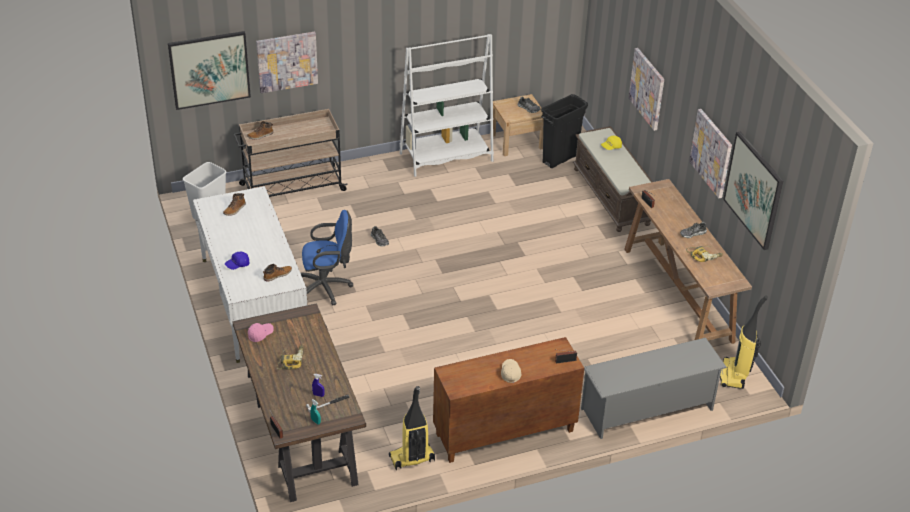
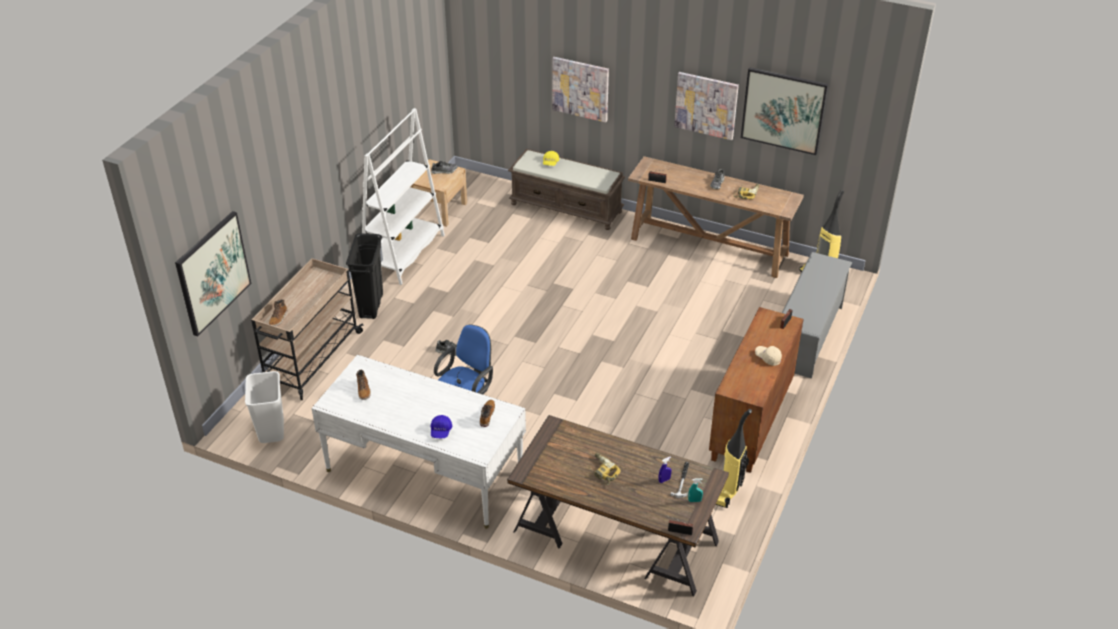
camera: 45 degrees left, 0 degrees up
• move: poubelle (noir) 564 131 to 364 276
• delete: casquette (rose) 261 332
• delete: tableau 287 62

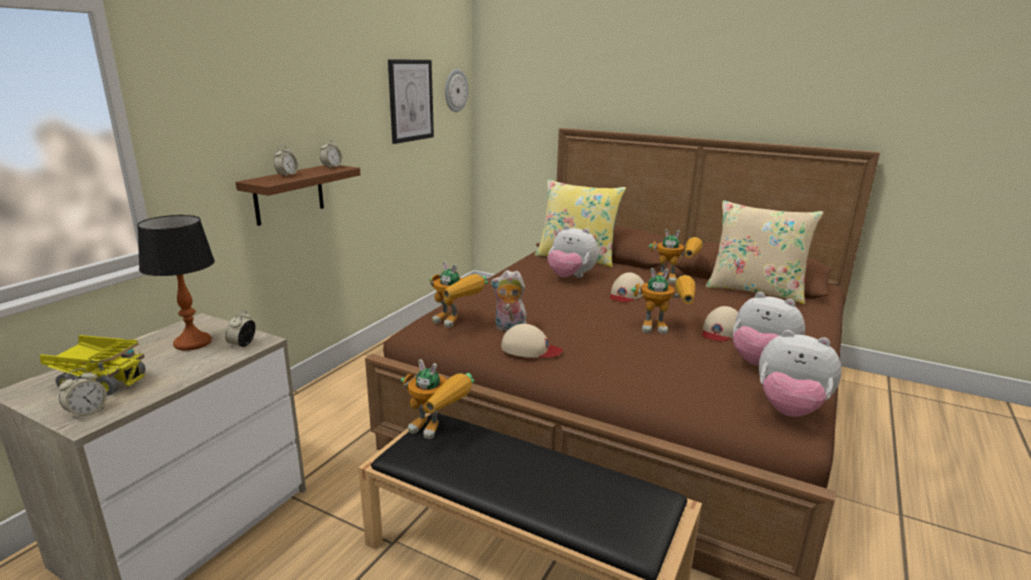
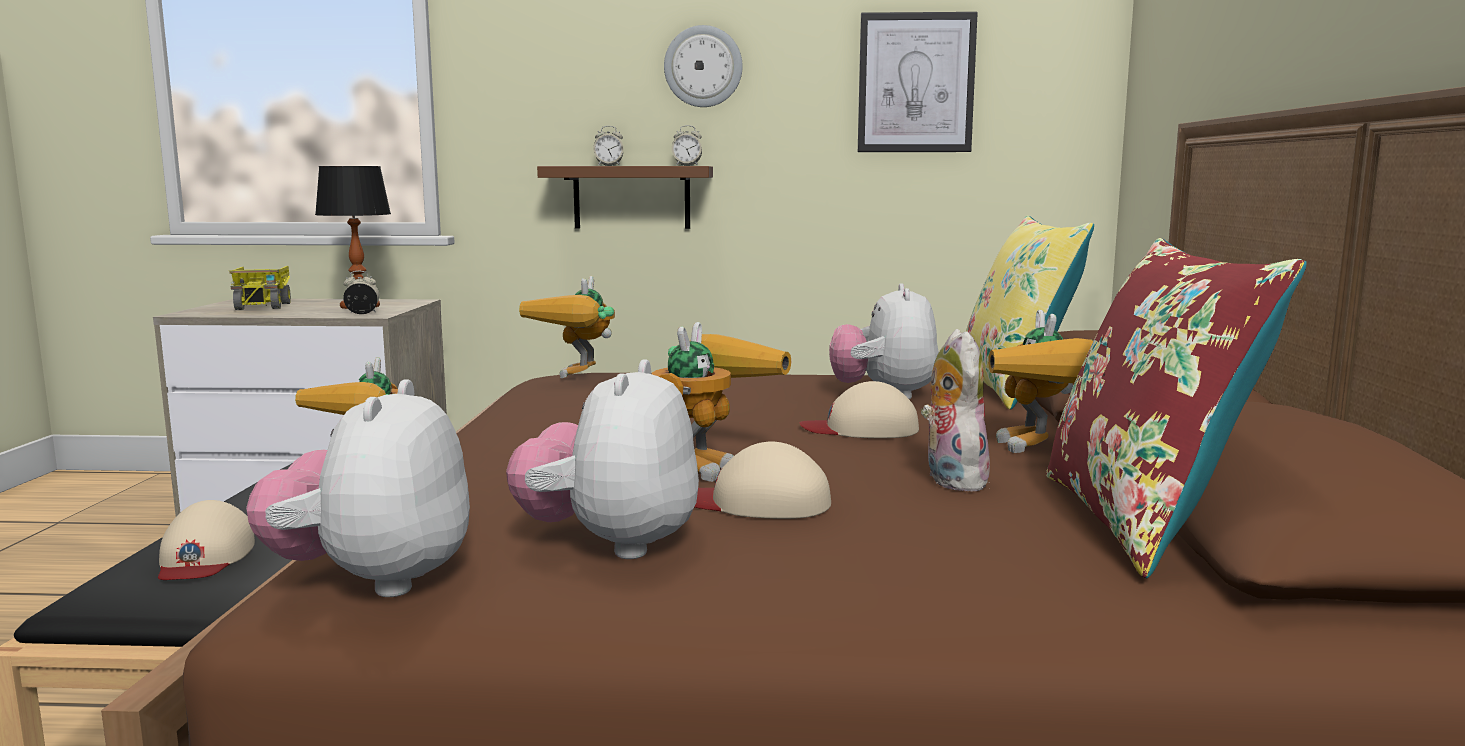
camera: 65 degrees right, 10 degrees down
• move: casquette (beige) 532 341 to 206 540
• rotate: robot jouet 663 301 = 721 402 135 degrees counterclockwise
• move: horloge murale 456 90 to 703 66
• move: peluche 509 301 to 955 410
• recolor: coussin (beige) 764 252 to coussin (rouge) 1176 408
• delete: réveil 83 394

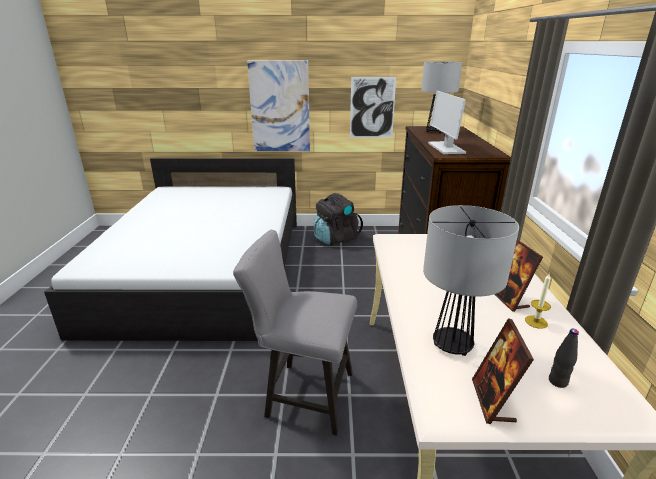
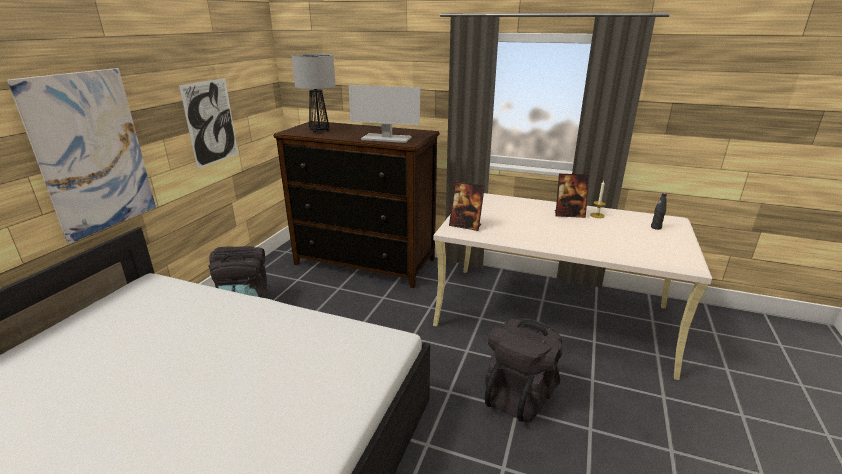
camera: 70 degrees left, 0 degrees up
• move: cadre photo 503 371 to 467 206
• replace: chaise (gris) 295 333 to sac à dos (noir) 524 370
• delete: lampe de table 471 280

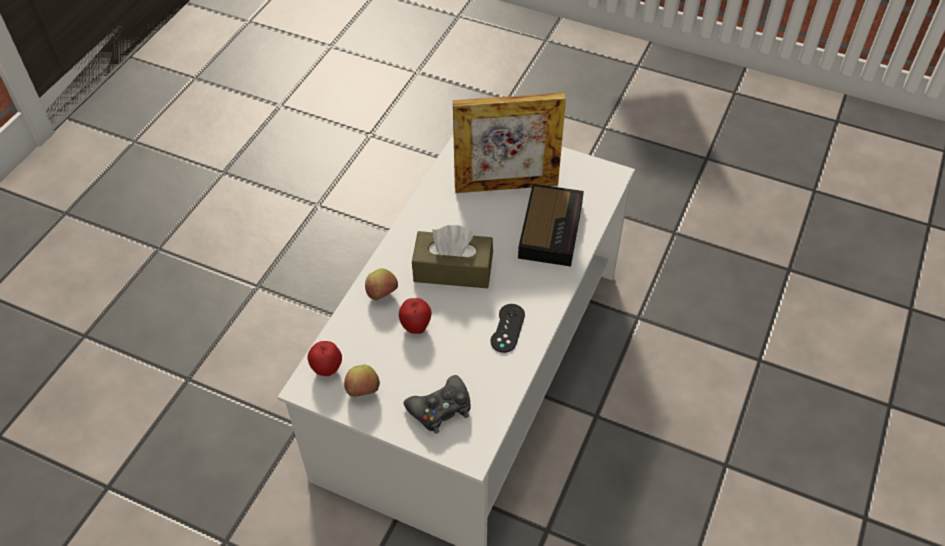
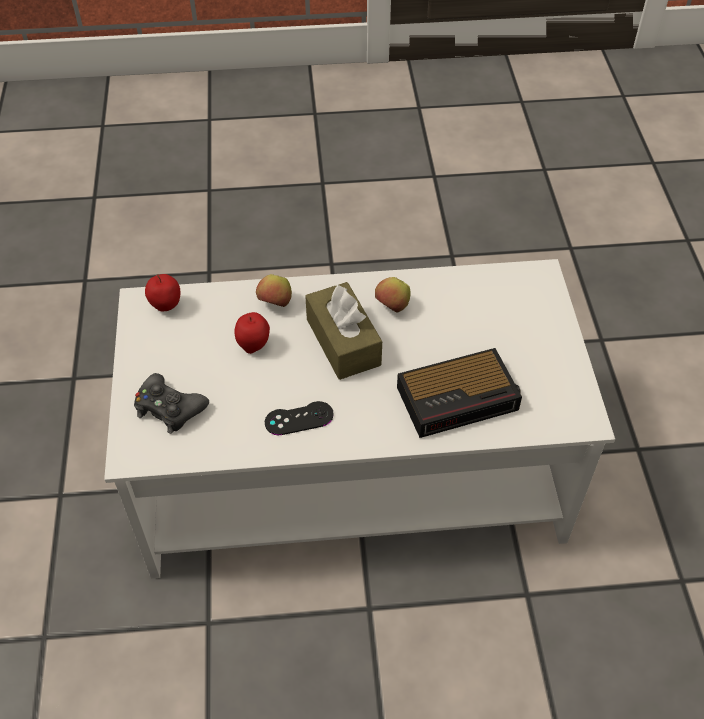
camera: 60 degrees right, 0 degrees up
• move: pomme 362 380 to 393 295
• delete: cadre photo 509 143

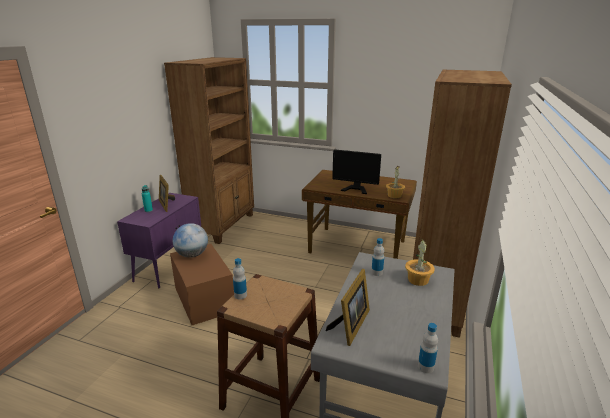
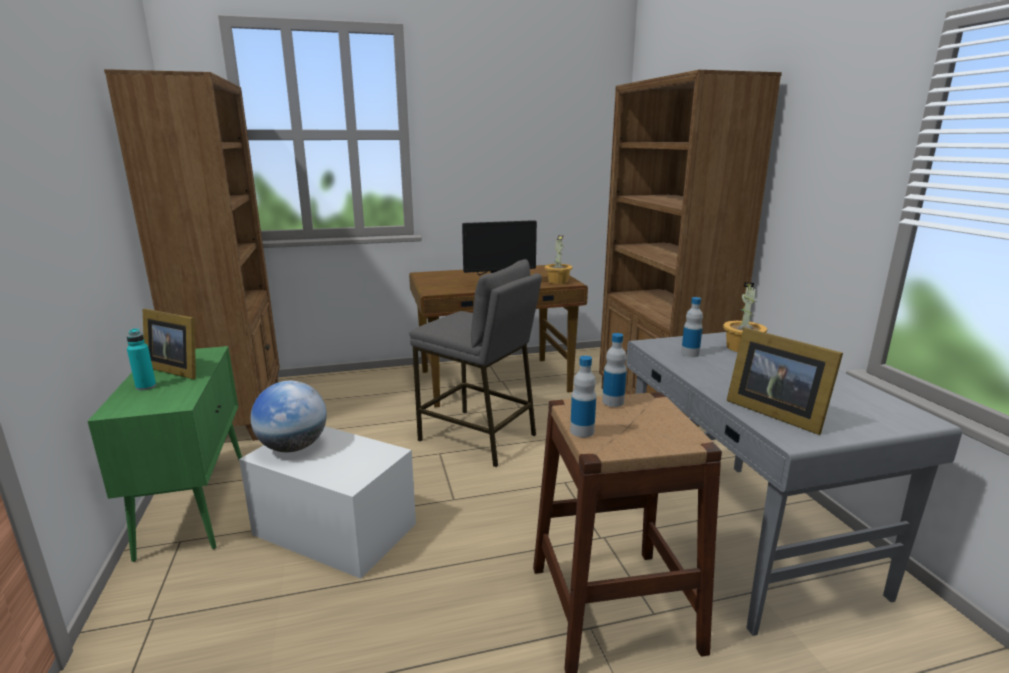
camera: 35 degrees left, 5 degrees down
• recolor: meuble de rangement (violet) 159 241 to meuble de rangement (vert) 165 454
• recolor: boîte de rangement (marron) 202 284 to boîte de rangement (blanc) 327 502
• insert: tabouret (gris) 476 363
• move: bouteille 428 348 to 614 370
• rotate: cadre photo 348 307 = 784 381 150 degrees clockwise

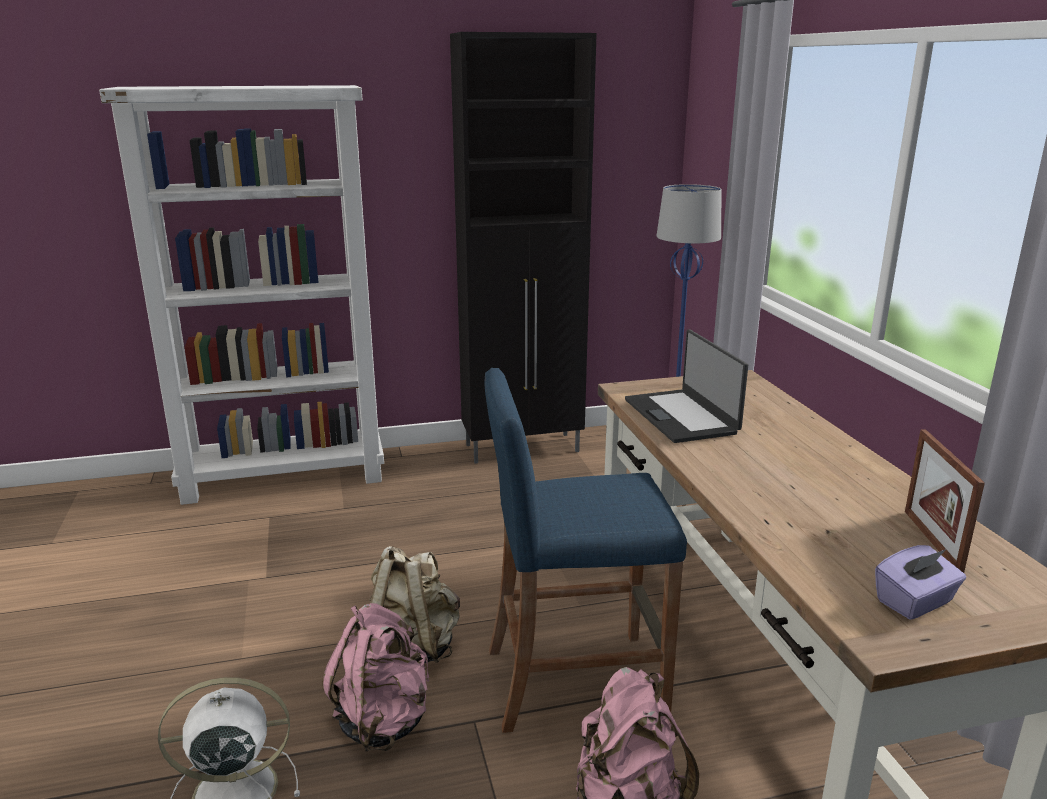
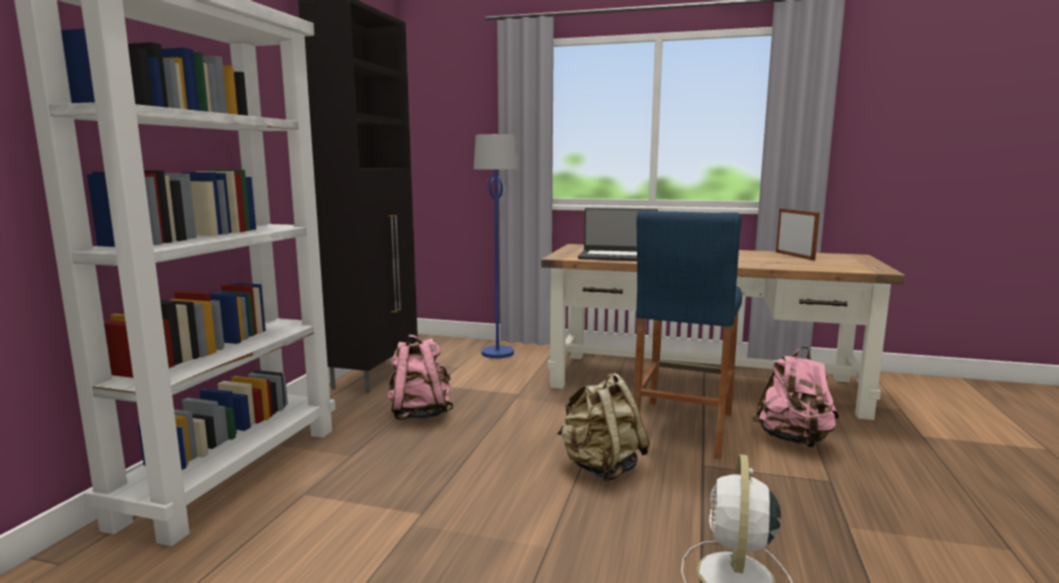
camera: 60 degrees left, 10 degrees down
• move: sac à dos (rose) 375 677 to 420 377
• rotate: cadre photo 945 501 = 798 234 135 degrees counterclockwise
• delete: boîte à mouchoirs (violet) 920 582

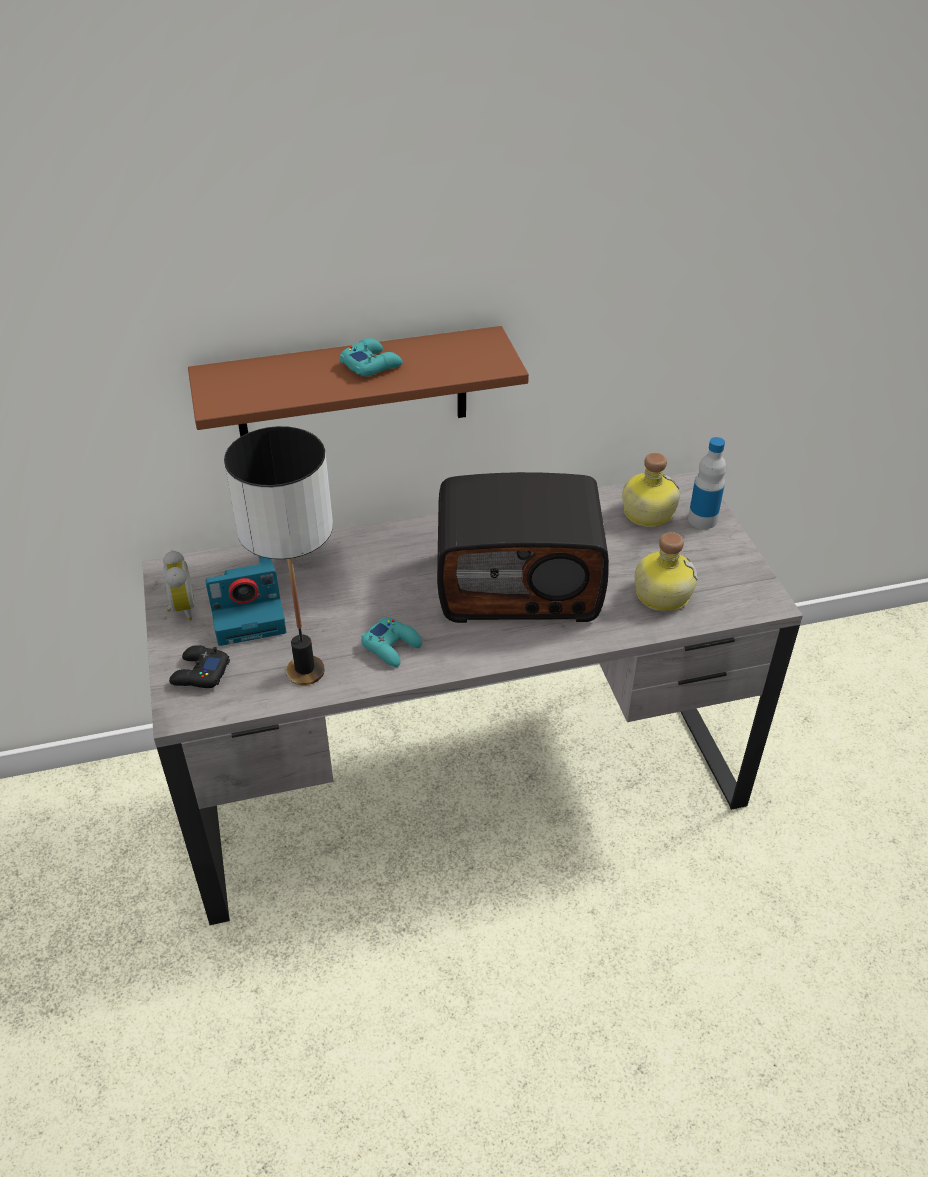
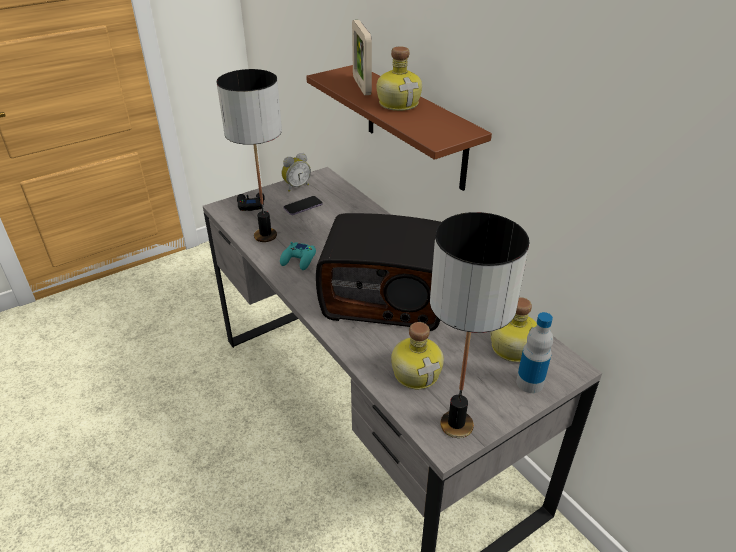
camera: 70 degrees right, 5 degrees down
• replace: appareil photo 246 601 to téléphone 303 205
• rotate: radio 523 547 = 378 272 60 degrees counterclockwise
• insert: cadre photo 362 57
• replace: manette (turquoise) 371 357 to bouteille 399 78
• insert: lampe de table 480 325

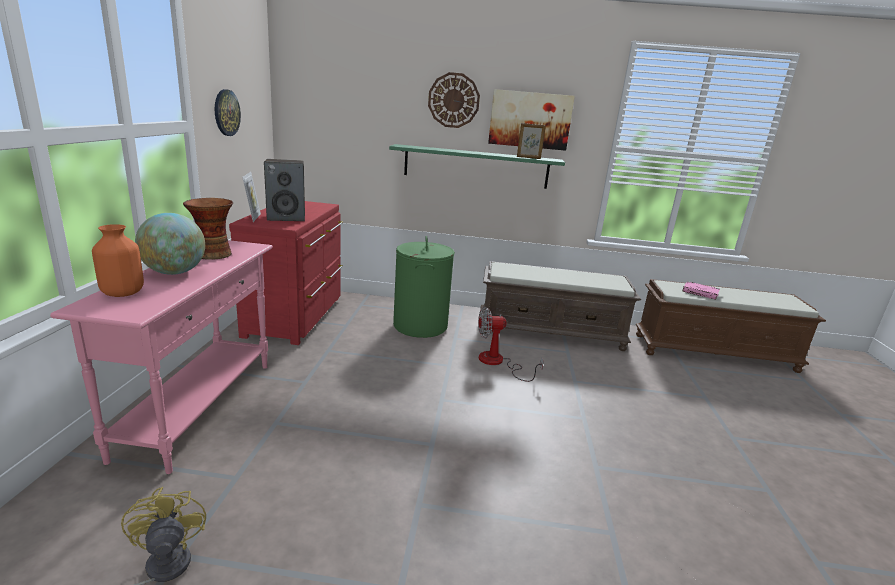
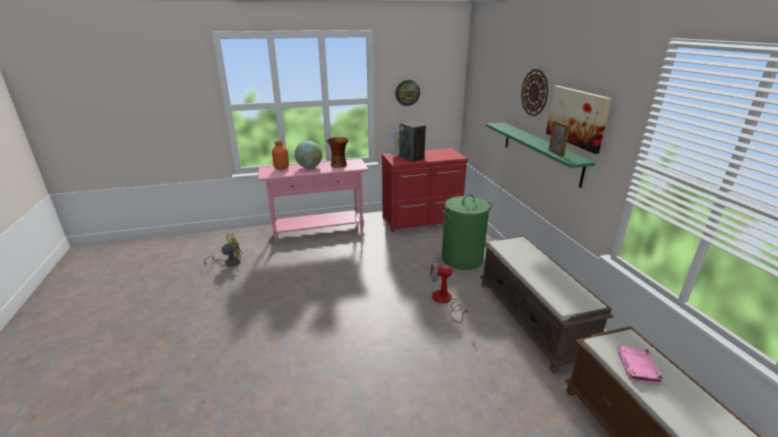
camera: 70 degrees right, 5 degrees up
• rotate: ventilateur 511 344 = 449 290 45 degrees counterclockwise

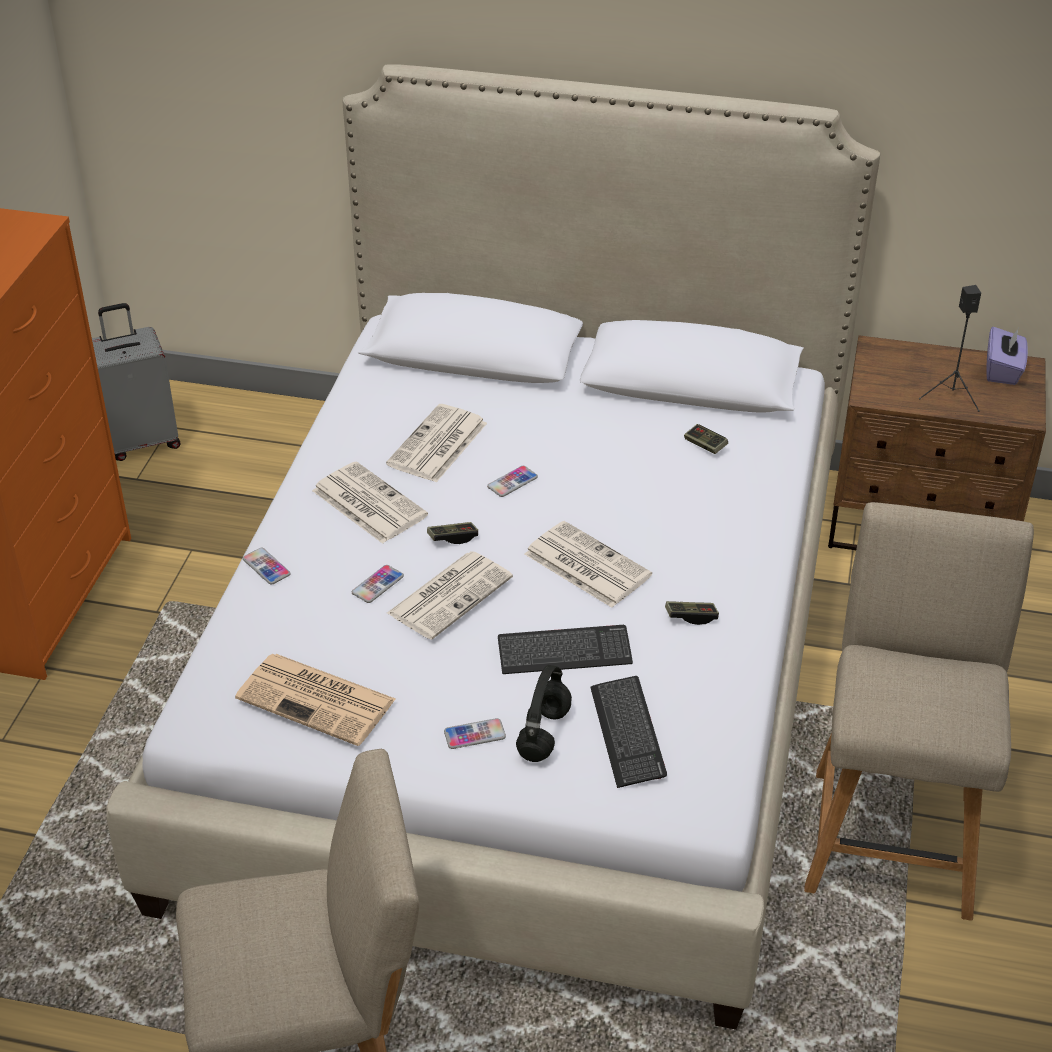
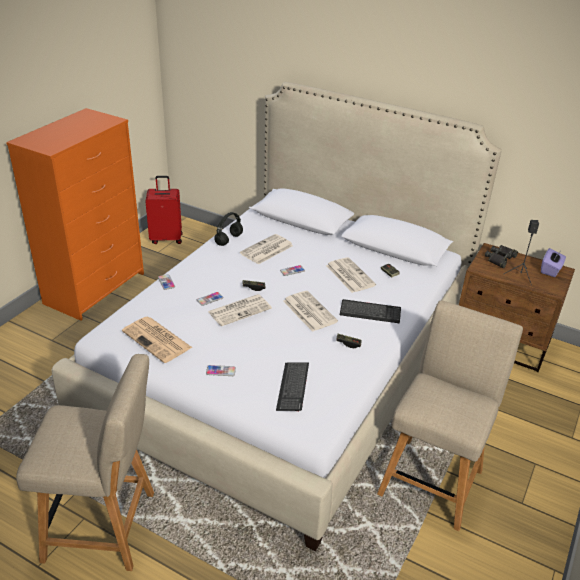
camera: 15 degrees right, 5 degrees down
• recolor: valise (gris) 136 382 to valise (rouge) 164 210
• move: casque audio (noir) 544 713 to 228 229
• move: journal 370 502 to 351 275
• move: clavier 565 649 to 370 311
• insert: jumelles (noir) 501 256

